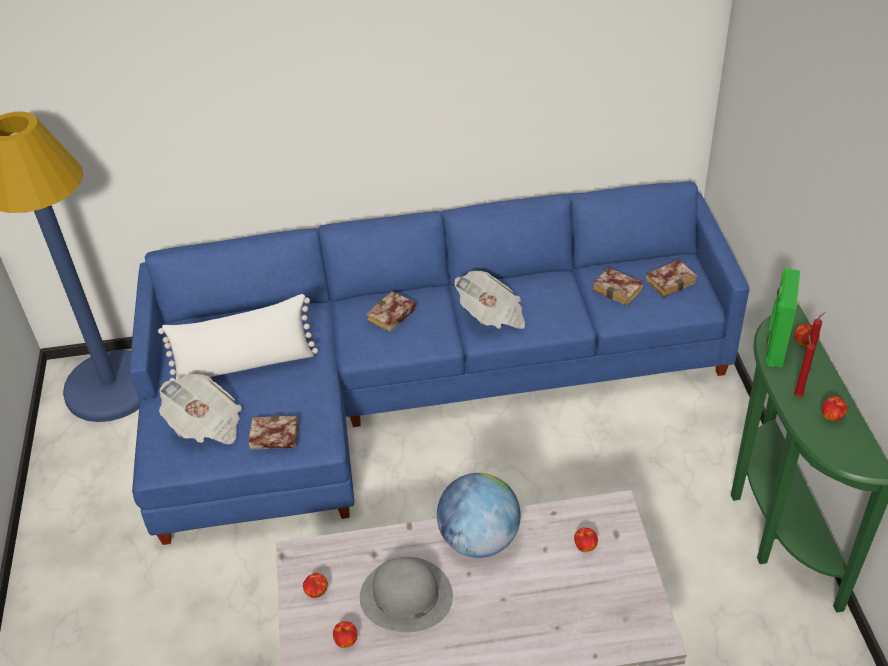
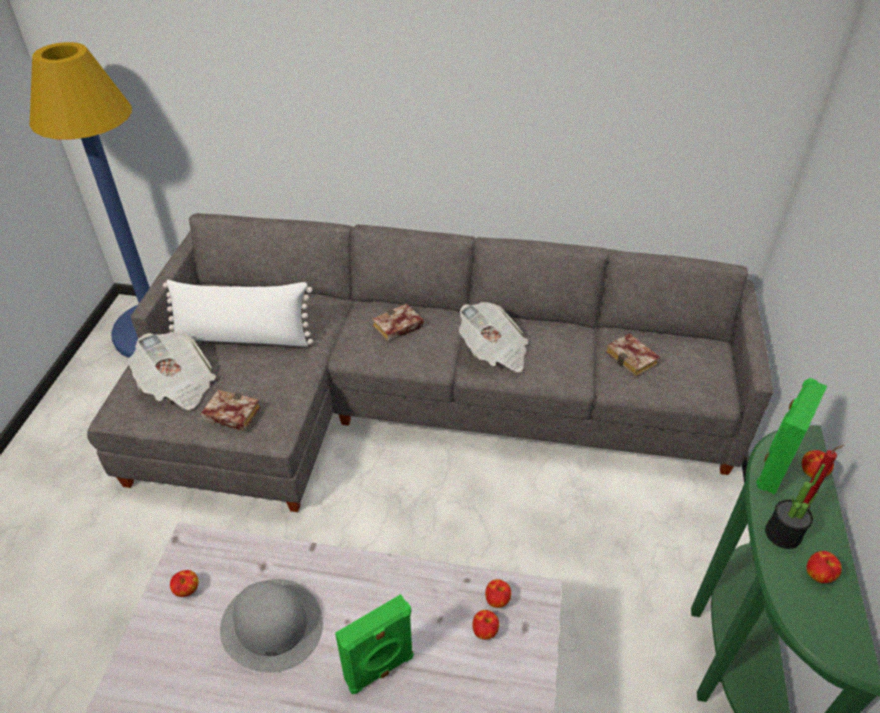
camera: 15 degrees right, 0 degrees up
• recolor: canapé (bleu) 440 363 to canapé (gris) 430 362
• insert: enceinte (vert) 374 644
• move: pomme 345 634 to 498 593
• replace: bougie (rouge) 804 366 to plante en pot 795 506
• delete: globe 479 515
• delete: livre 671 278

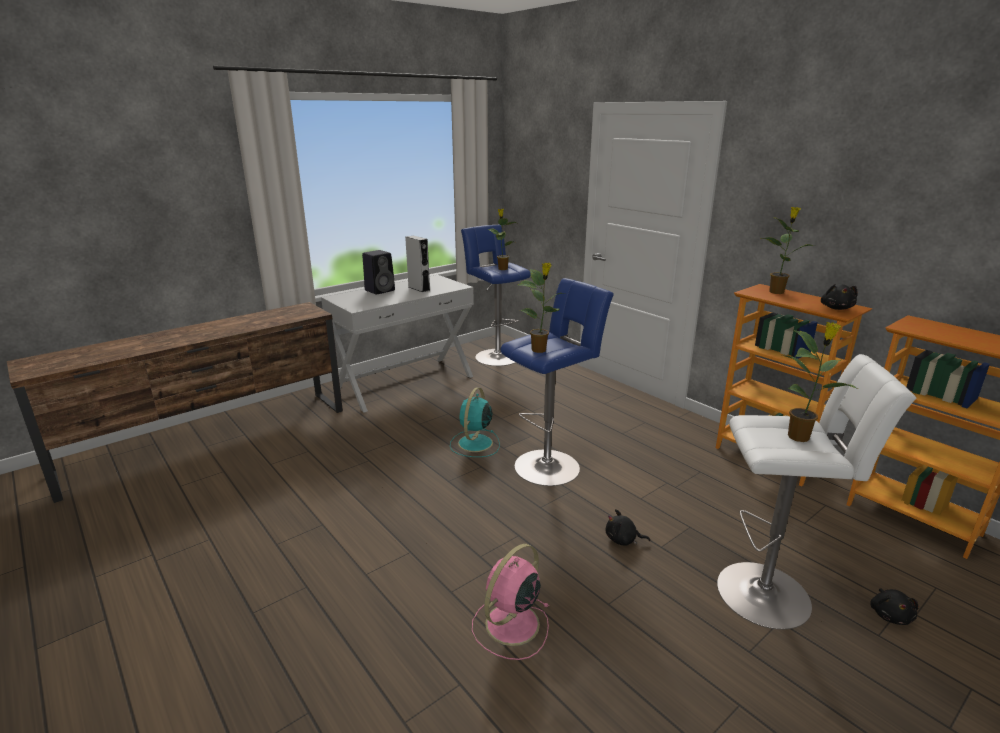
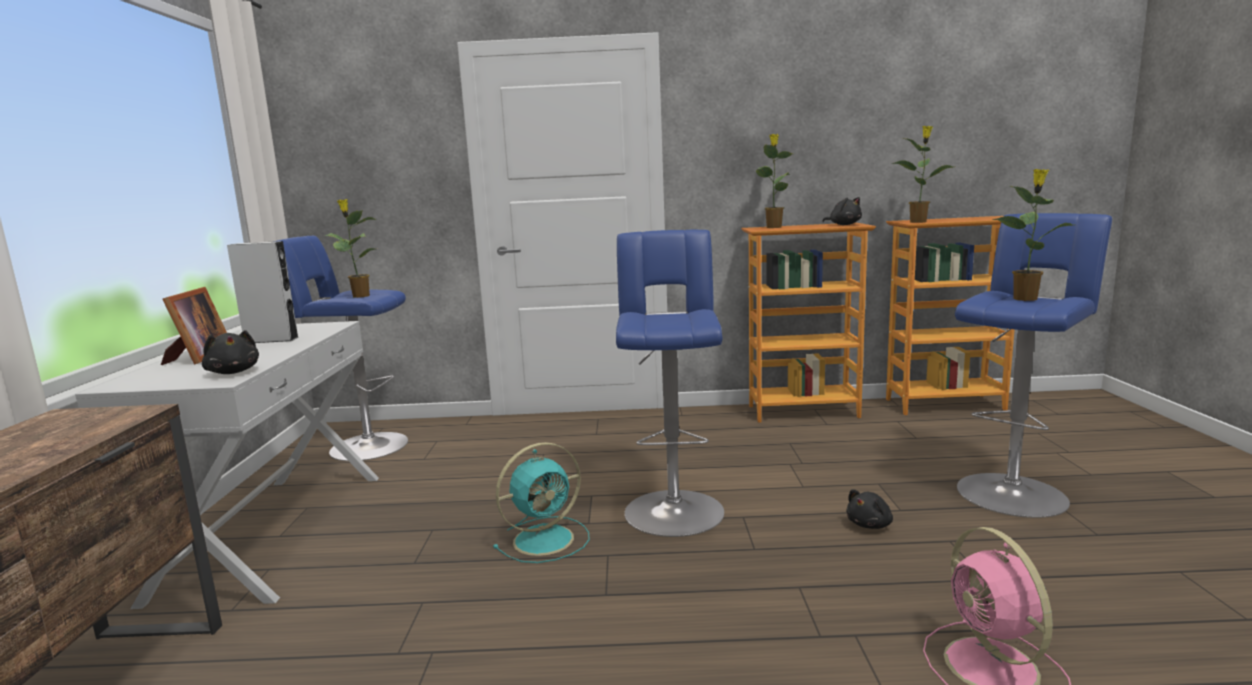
camera: 50 degrees left, 10 degrees down
• replace: enceinte (noir) 378 272 to cadre photo 194 326
• move: peluche (noir) 894 606 to 230 352
• rotate: ventilateur (turquoise) 475 422 = 541 502 90 degrees counterclockwise
• move: plante en pot 540 307 to 922 174
• recolor: tabouret (blanc) 816 492 to tabouret (bleu) 1033 365

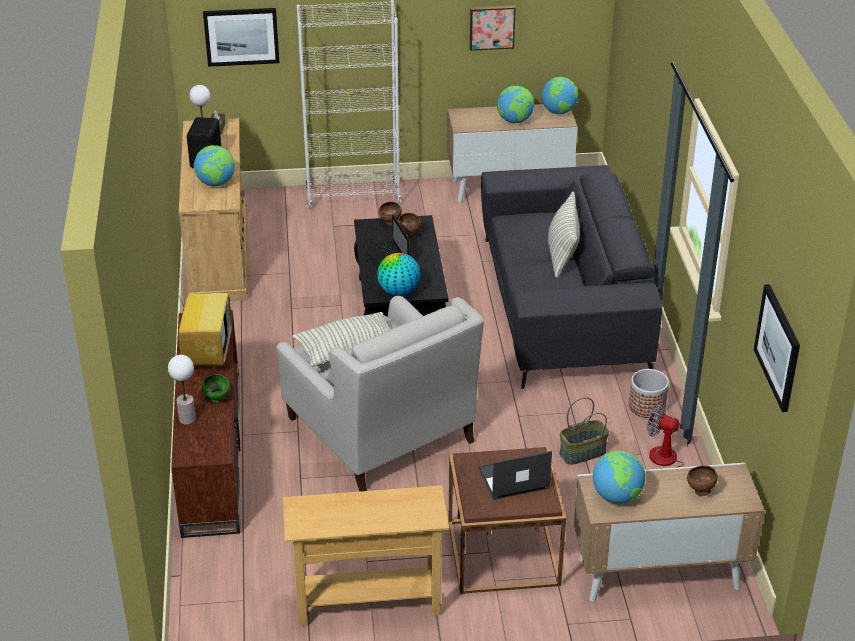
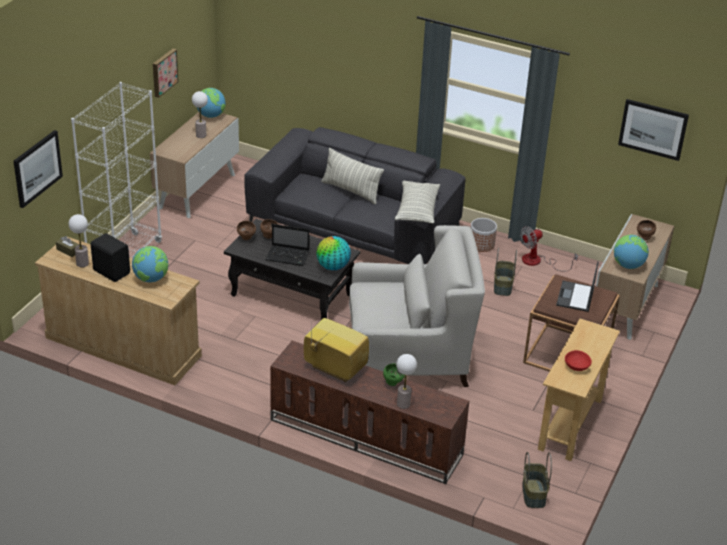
camera: 60 degrees left, 0 degrees up
• replace: globe 515 104 to lampe de table 200 114
• move: coussin 341 339 to 417 202
• insert: panier 537 480
• insert: bol (rouge) 578 360

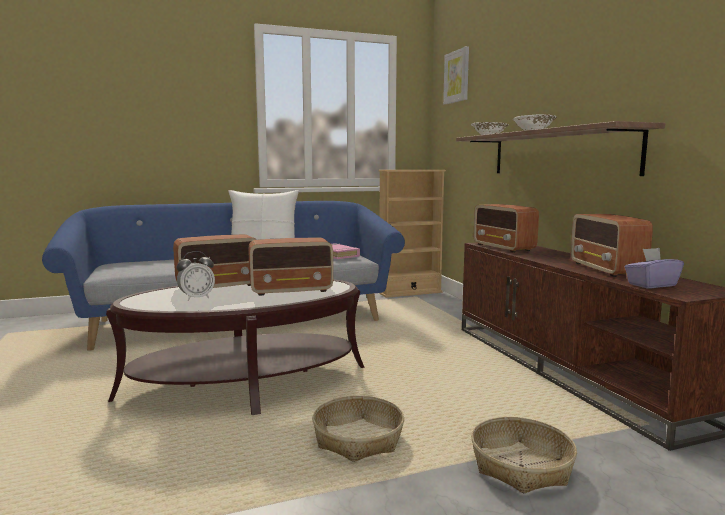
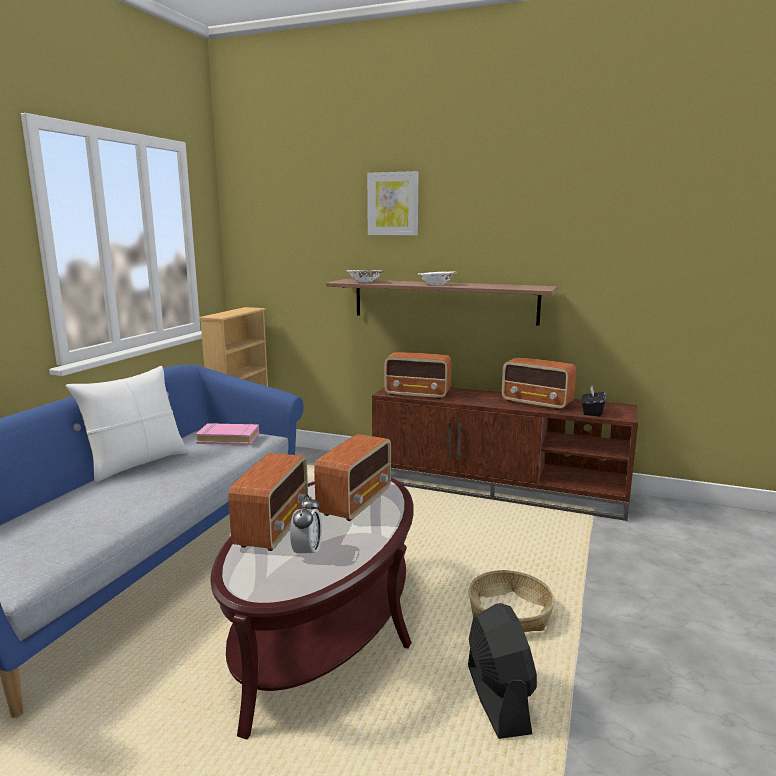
camera: 50 degrees left, 5 degrees up
• move: tableau 456 75 to 393 203
• insert: ventilateur (noir) 502 671
• recolor: boîte à mouchoirs (violet) 654 268 to boîte à mouchoirs (noir) 594 401
• delete: panier 524 455

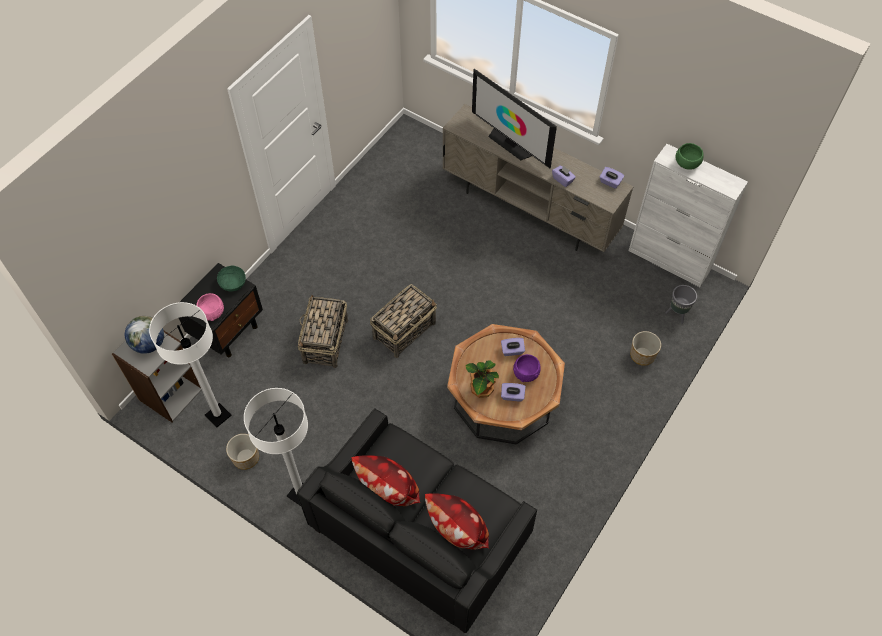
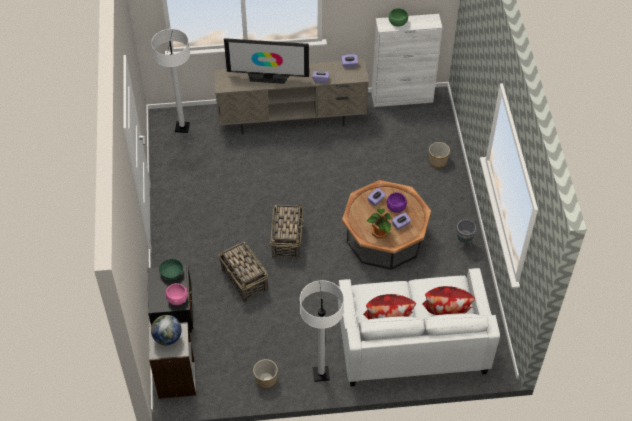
camera: 40 degrees left, 5 degrees down
• move: lampadaire (blanc) 190 364 to 170 81
• recolor: canapé (noir) 417 521 to canapé (blanc) 419 327
• move: cache-pot (gris) 681 304 to 466 234

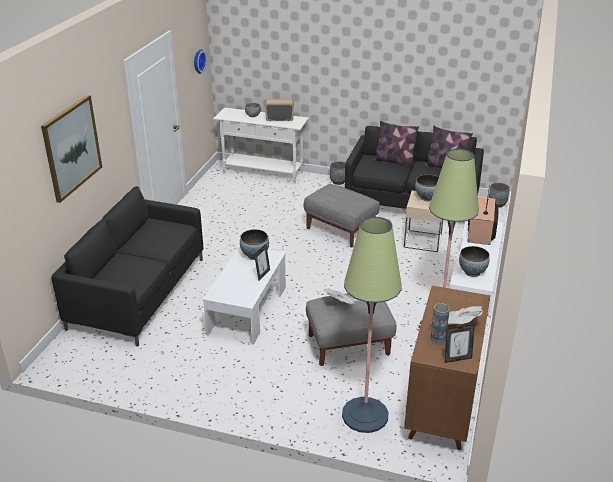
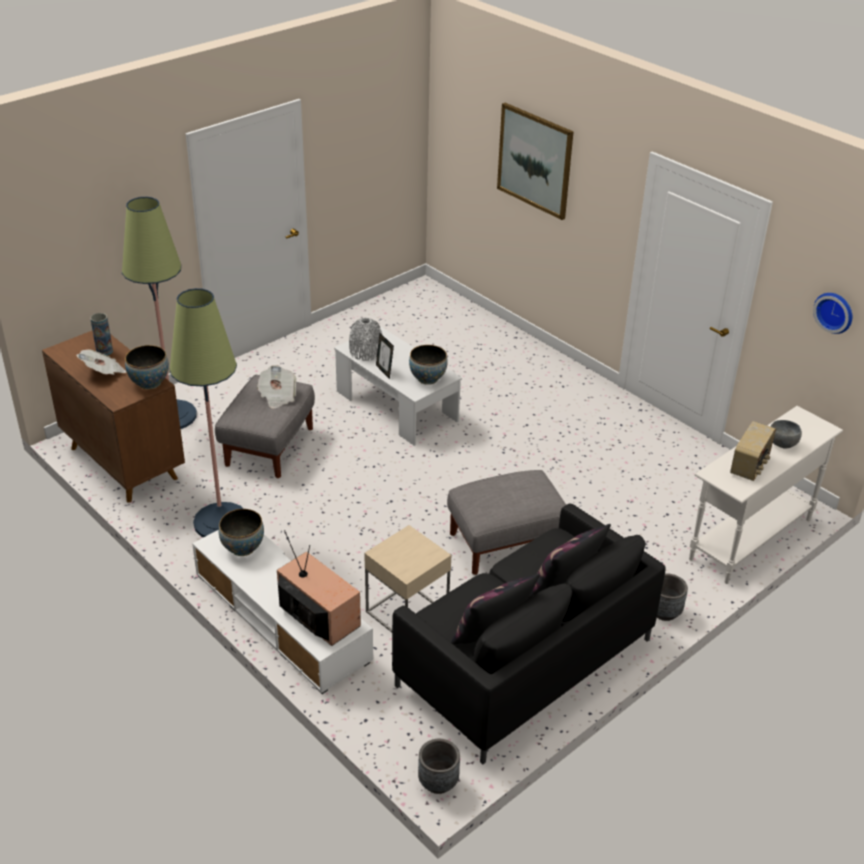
camera: 120 degrees right, 5 degrees up
• move: bol 427 188 to 147 367
• insert: vase (gris) 365 339
• delete: canapé (noir) 127 266
• delete: cadre photo 459 343

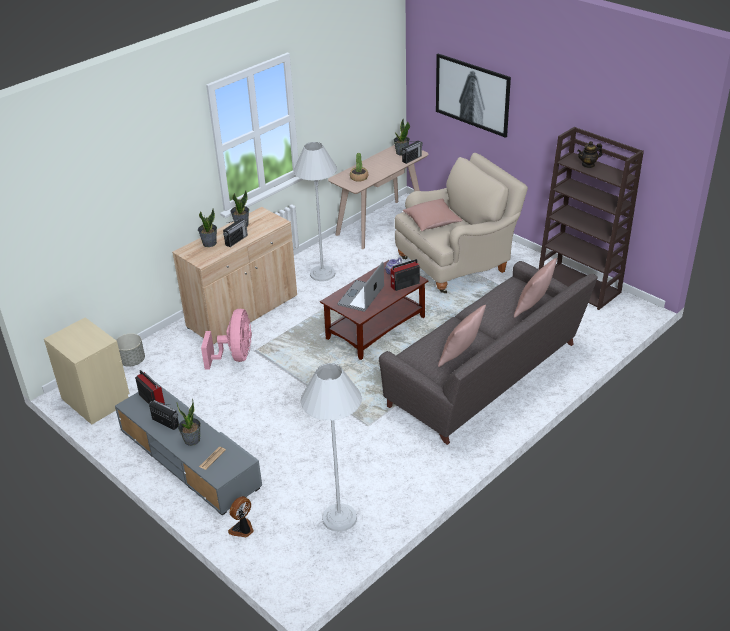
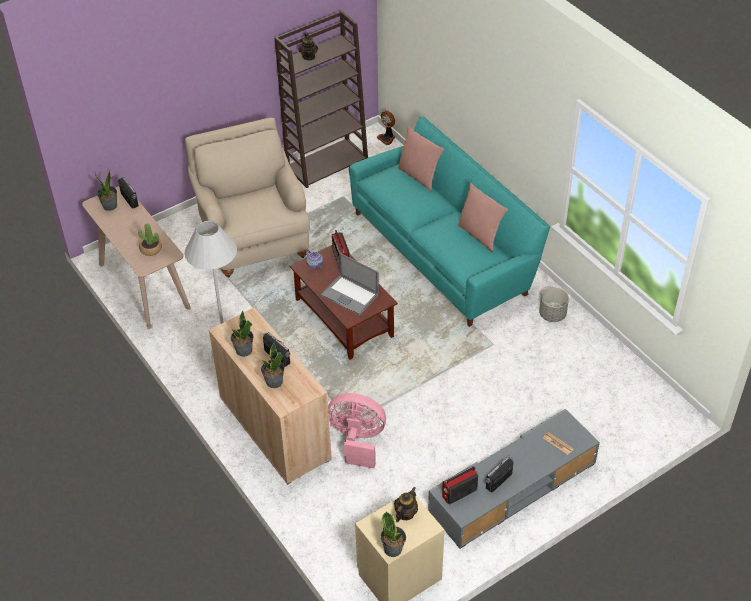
camera: 80 degrees left, 10 degrees up
• recolor: canapé (gris) 488 353 to canapé (turquoise) 450 221
• move: ventilateur 241 516 to 385 127
• move: plante en pot 189 422 to 393 534
• insert: théière 406 504
• move: cache-pot (gris) 130 349 to 554 304
• delete: lampadaire (blanc) 331 447
• delete: coussin (rose) 433 215
• delete: tableau 473 96

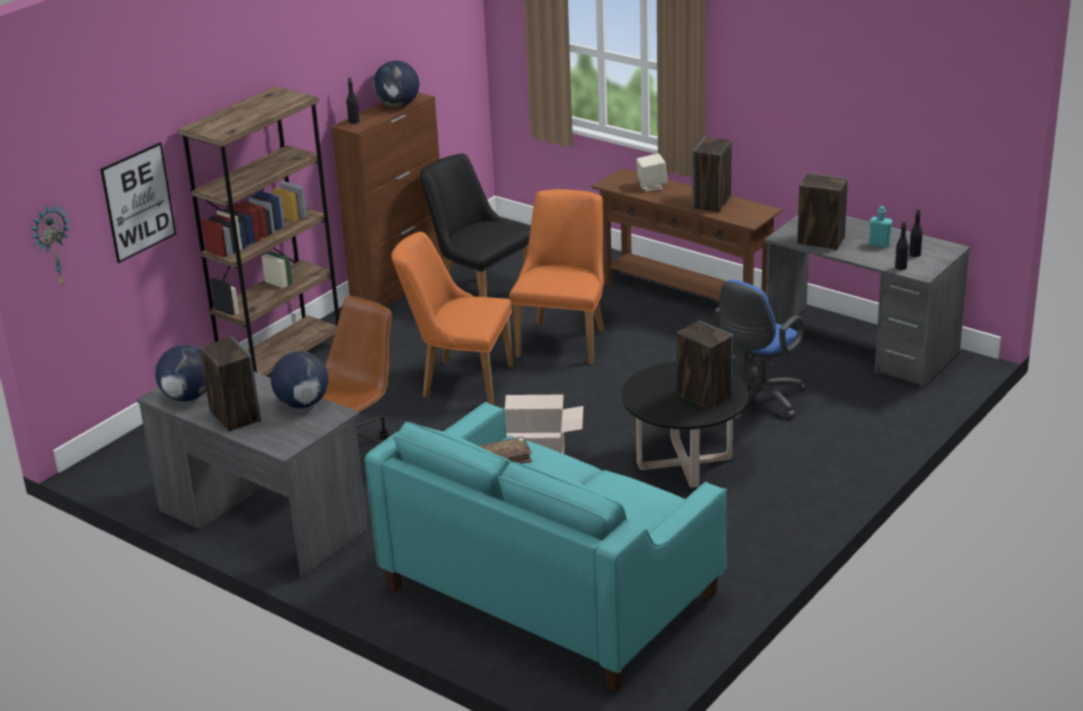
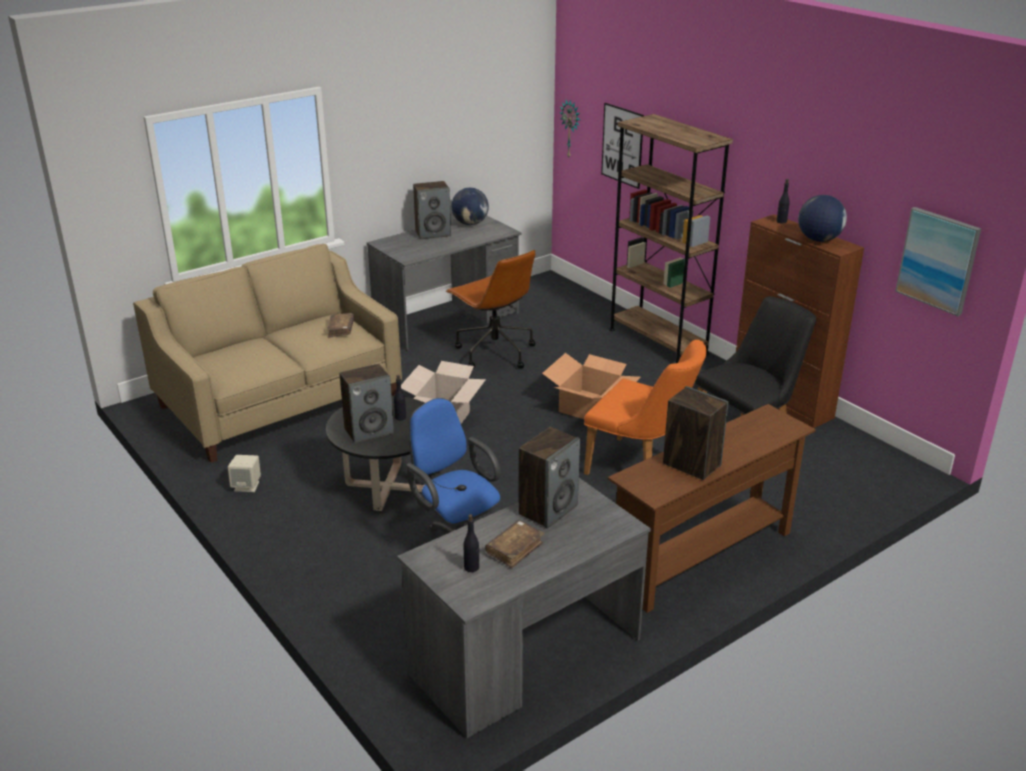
camera: 105 degrees right, 0 degrees up
• recolor: canapé (turquoise) 546 547 to canapé (beige) 267 353
• move: enceinte (beige) 651 172 to 244 473
• move: bouteille (noir) 901 245 to 400 398
• replace: bouteille (turquoise) 880 227 to livre (marron) 514 544
• replace: chaise (orange) 452 318 to carton 591 386
• insert: tableau 938 261
• delete: globe 300 379

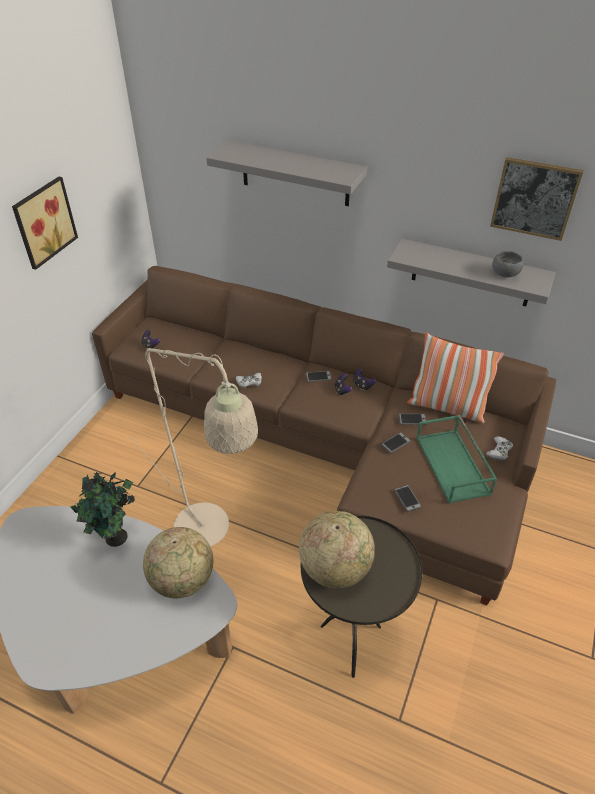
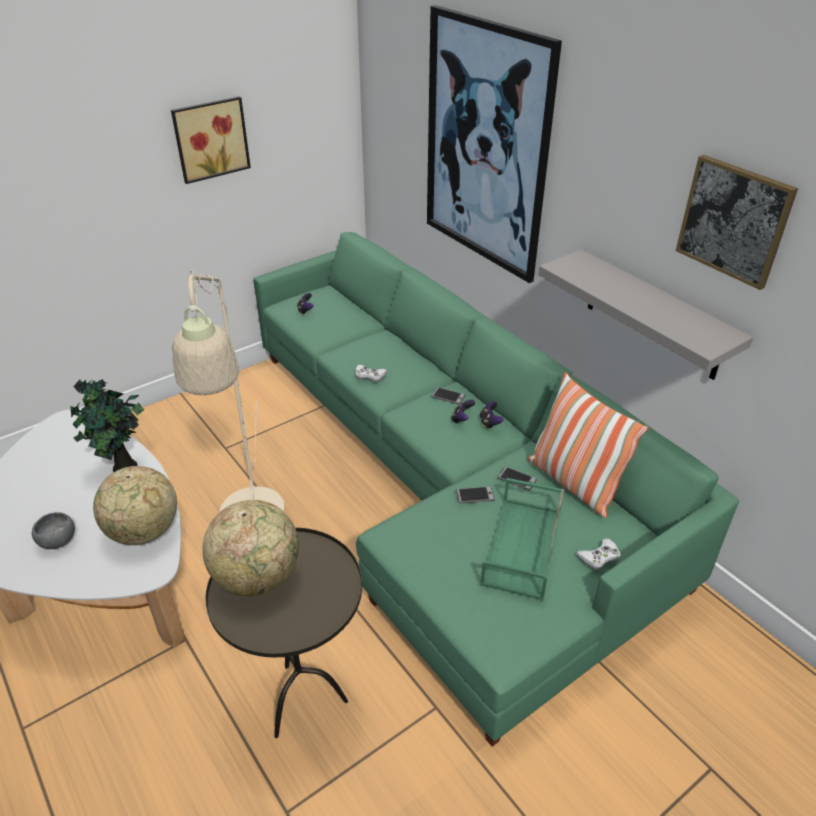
camera: 30 degrees right, 5 degrees down
• move: bol (gris) 508 264 to 53 530
• recolor: canapé (marron) 324 435 to canapé (vert) 496 489
• replace: étagère (gris) 286 173 to tableau 494 144
• delete: téléphone 408 498

